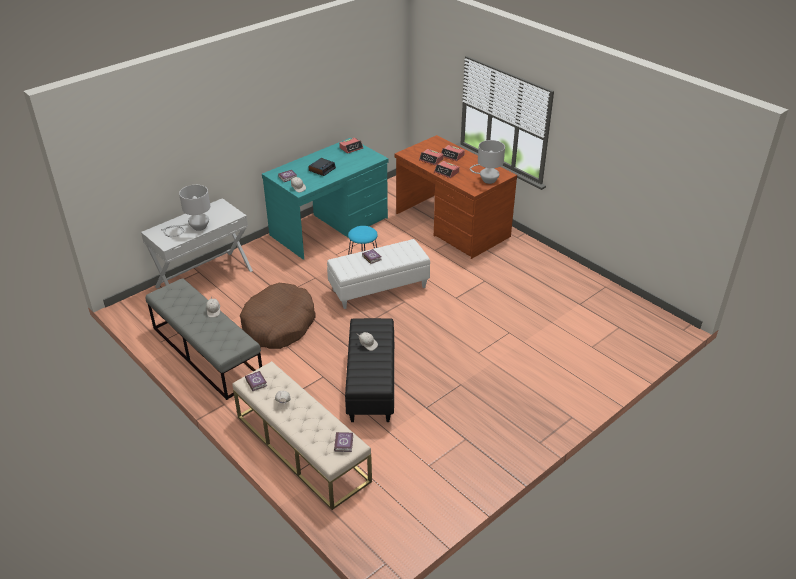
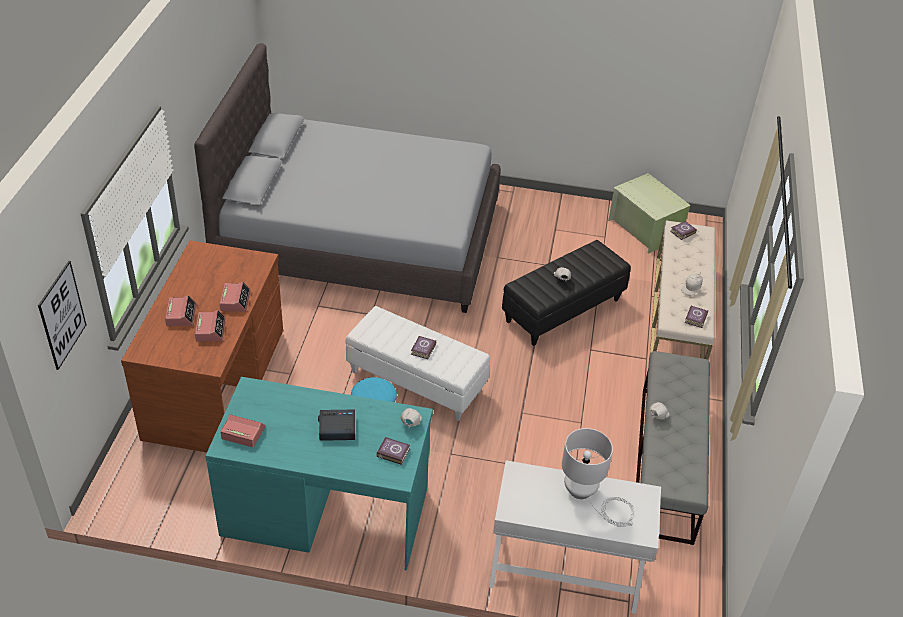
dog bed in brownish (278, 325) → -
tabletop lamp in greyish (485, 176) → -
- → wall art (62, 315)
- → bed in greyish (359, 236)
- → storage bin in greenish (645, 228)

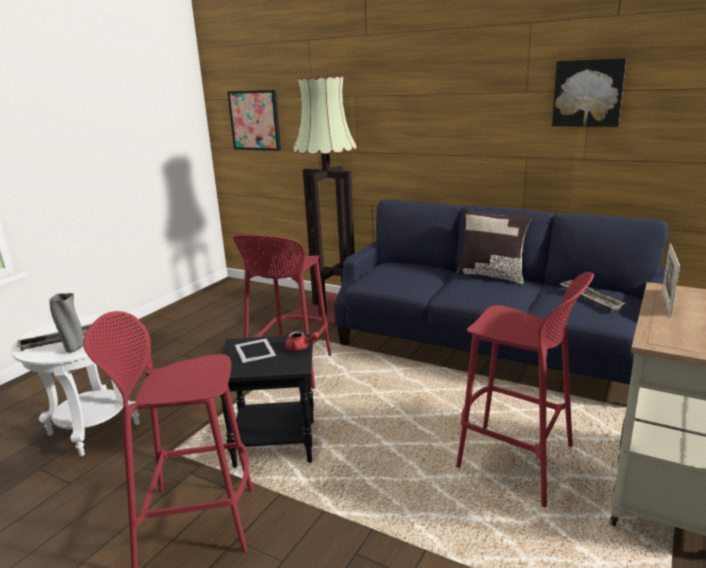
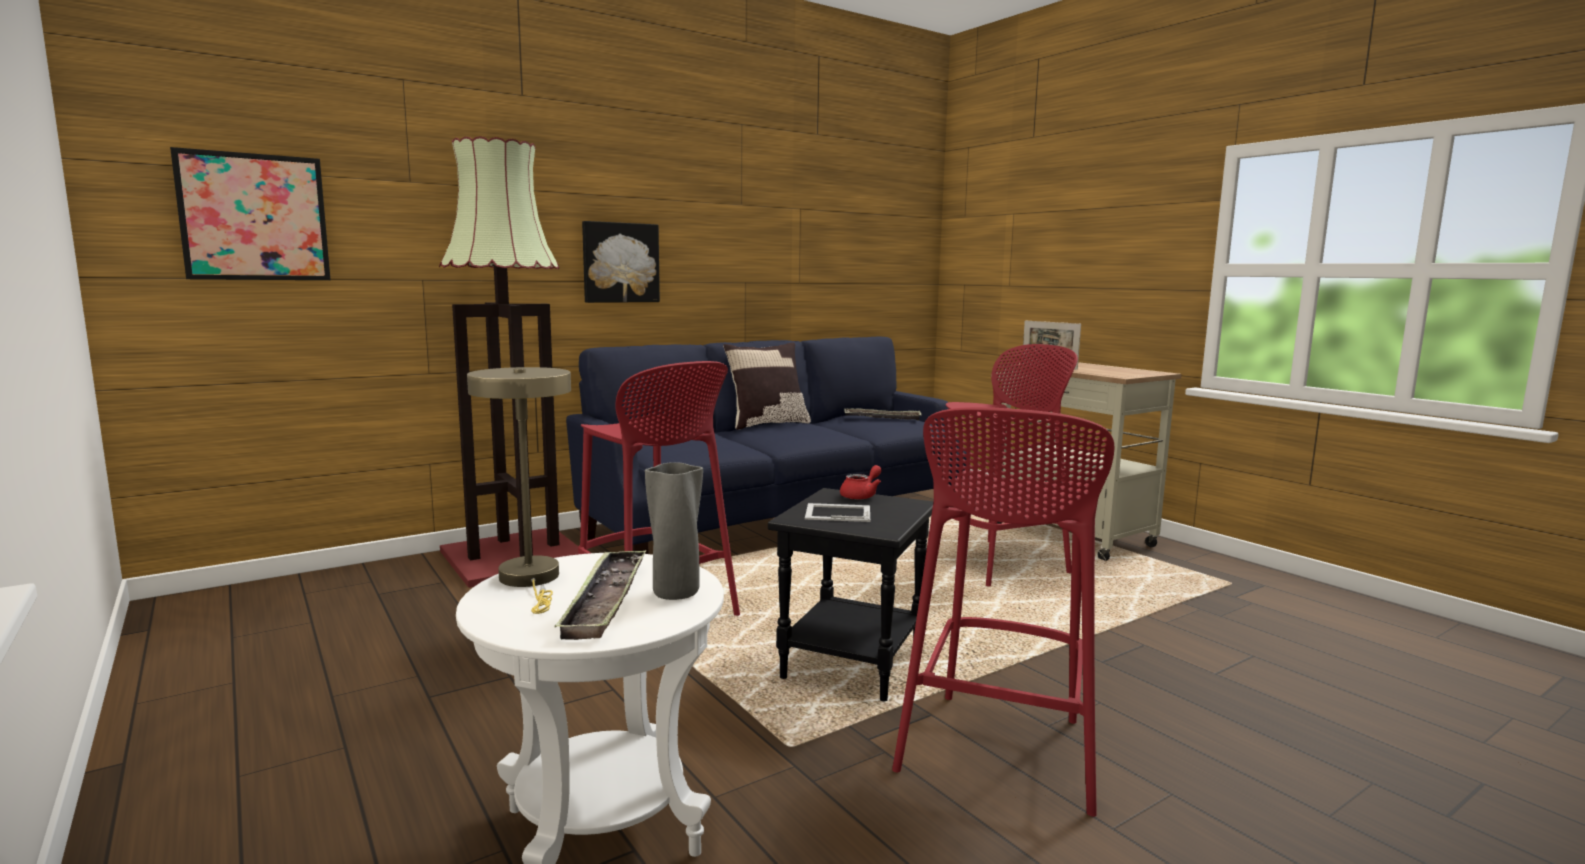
wall art (588, 93) → wall art (620, 262), moved
- → tabletop lamp in beige-coloured (532, 580)

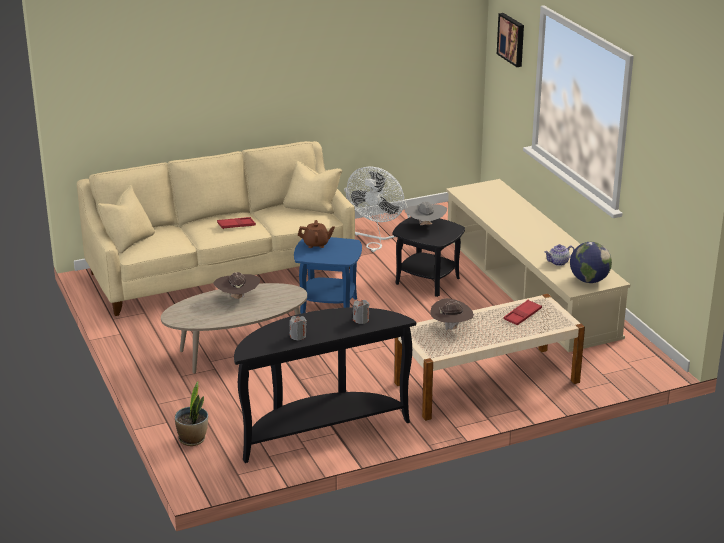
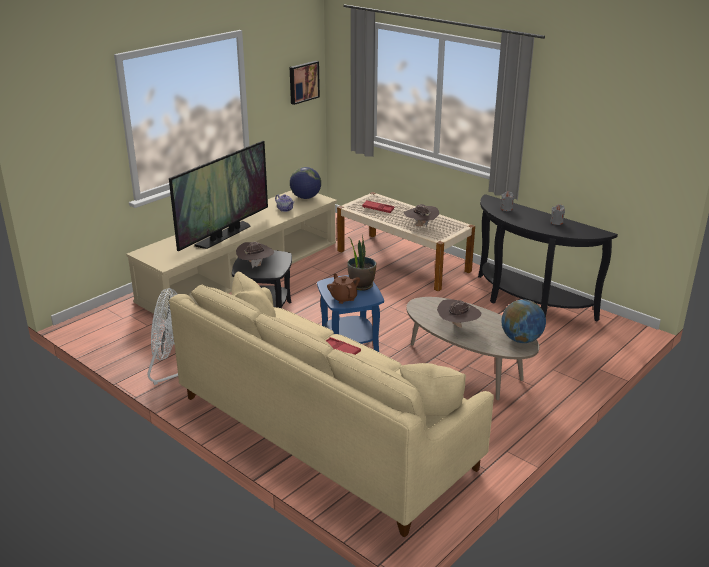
houseplant (193, 439) → houseplant (361, 285), moved
wearable hat in greyish (425, 226) → wearable hat in brownish (256, 265)
wall art (512, 39) → wall art (303, 82), moved
- → TV (224, 235)
- → globe (521, 339)

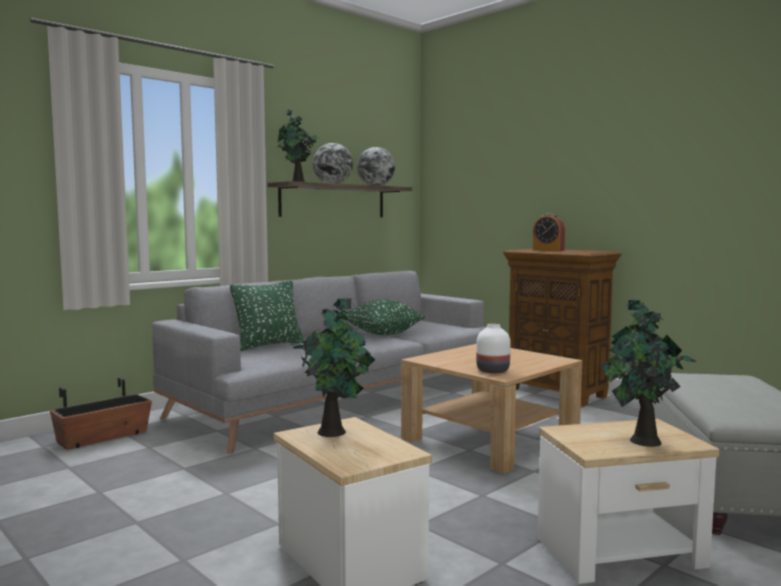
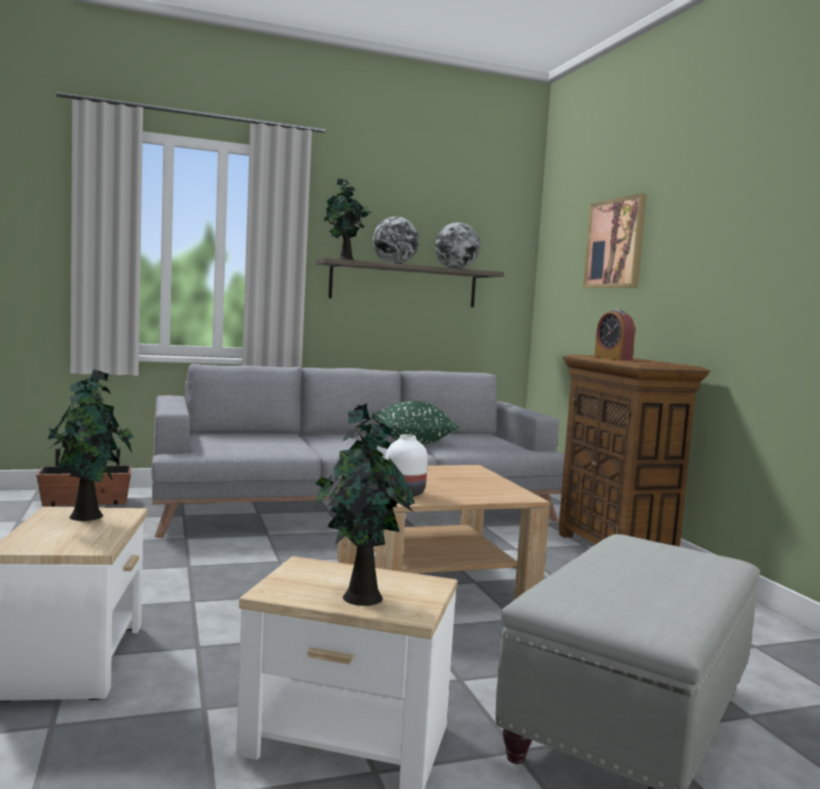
cushion in greenish (268, 345) → -
- → wall art (615, 243)

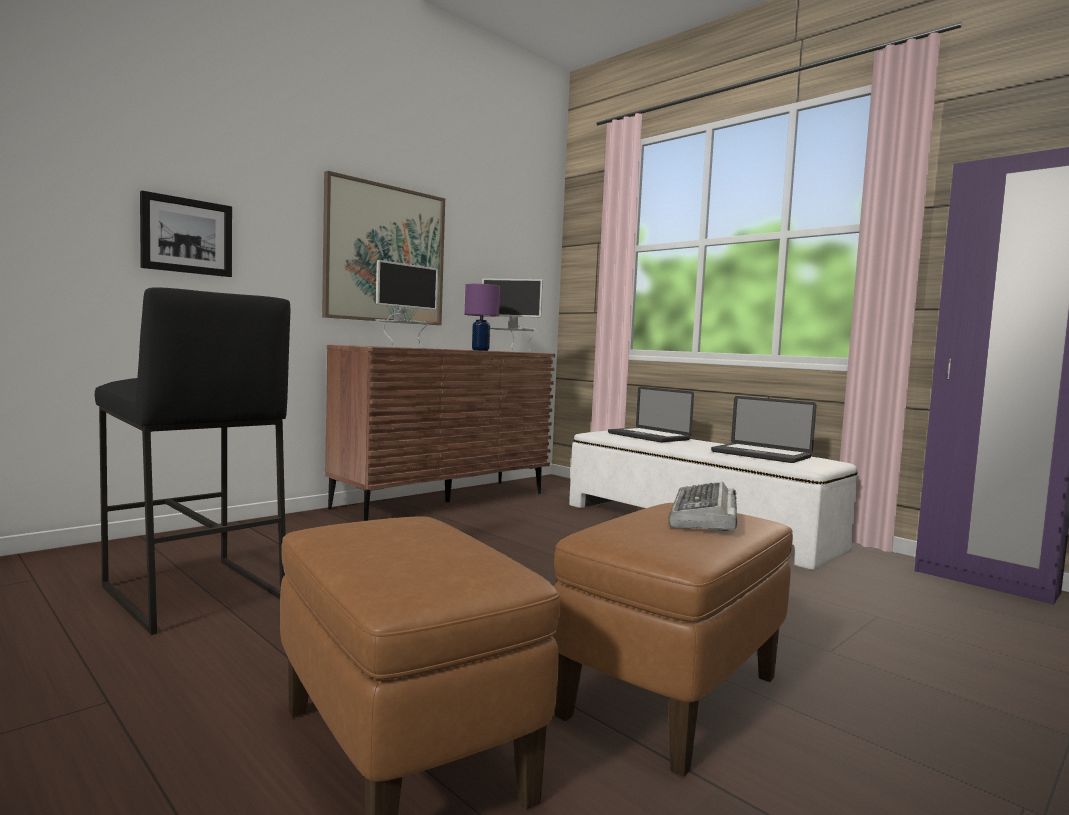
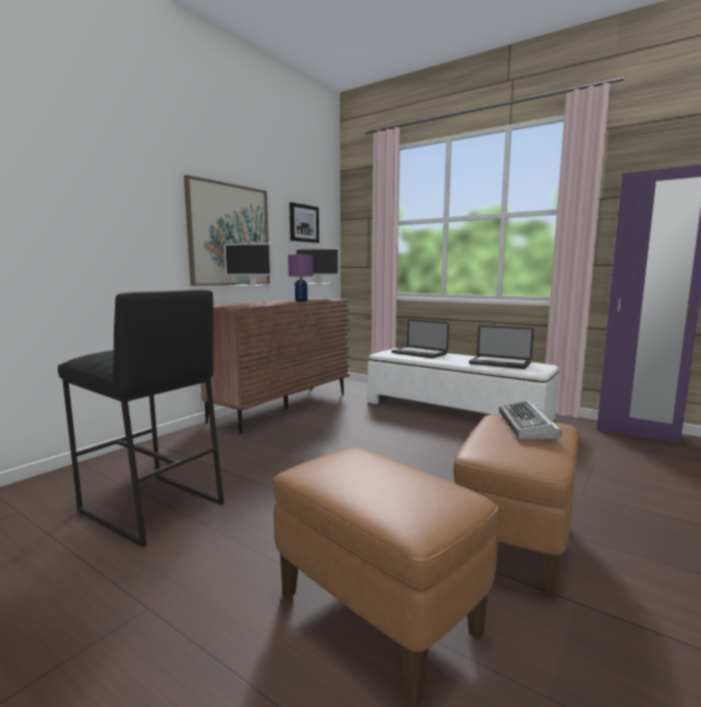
wall art (187, 236) → wall art (303, 223), moved
monitor (403, 347) → monitor (251, 304), 75 degrees clockwise

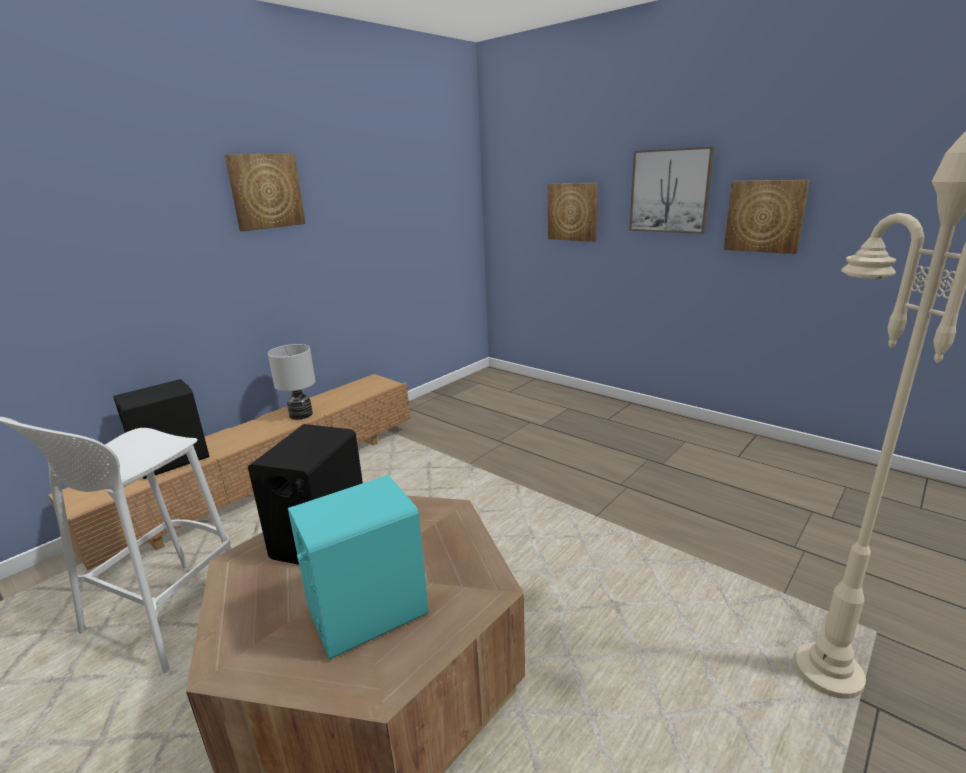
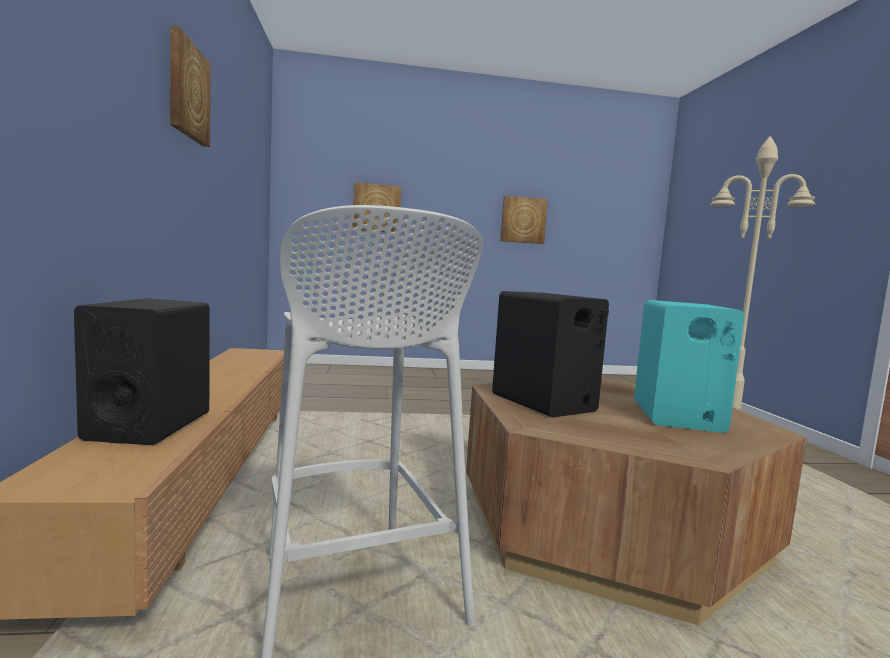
tabletop lamp in greyish (301, 415) → -
wall art (670, 191) → -

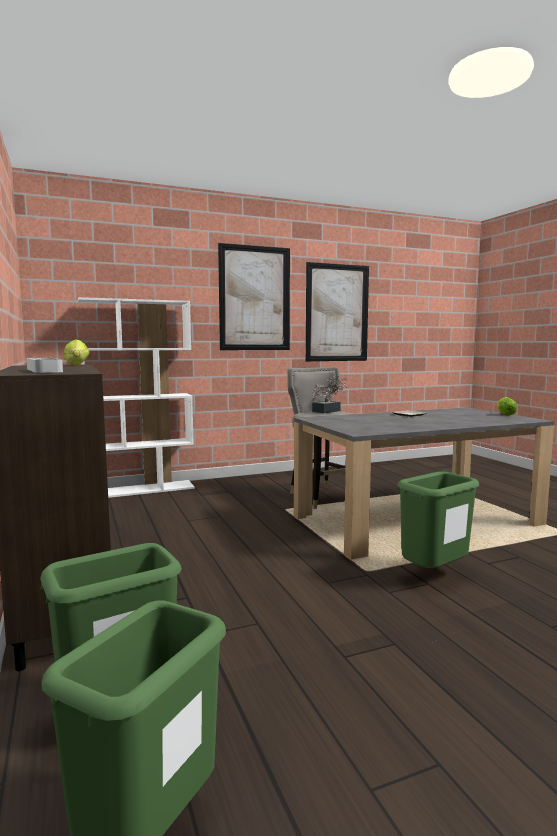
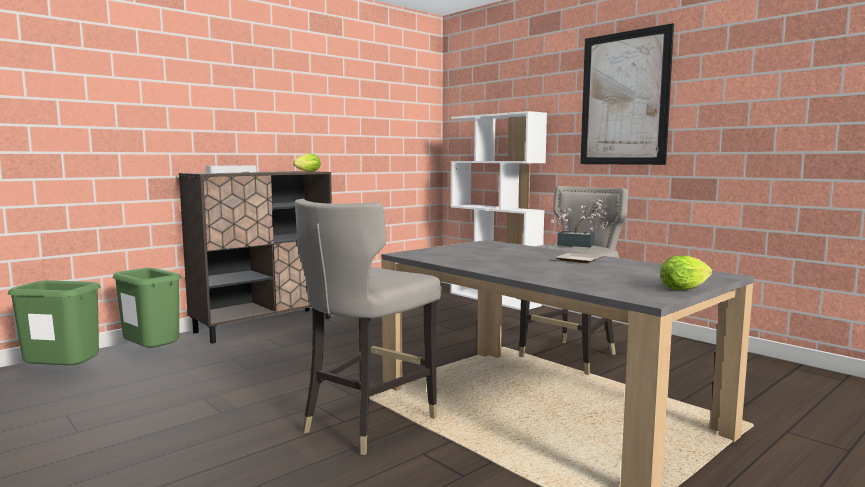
wall art (337, 313) → -
waste bin in greenish (434, 575) → stool in greyish (366, 423)

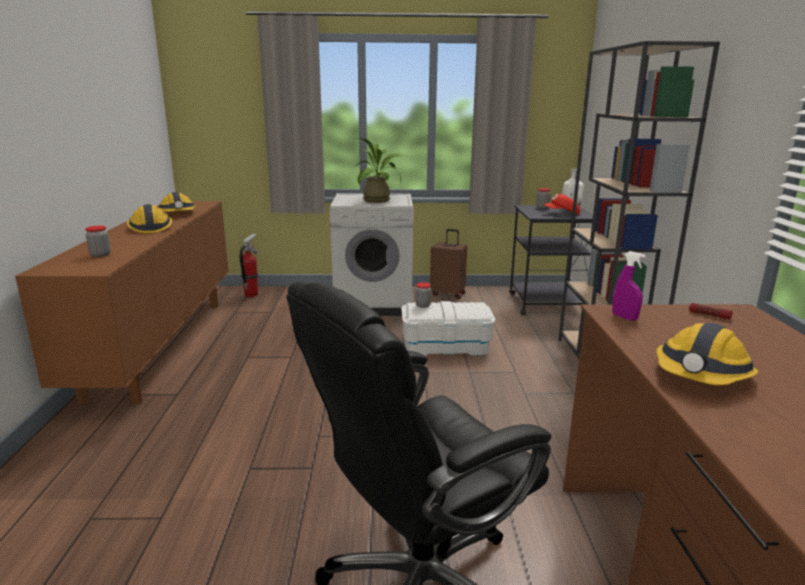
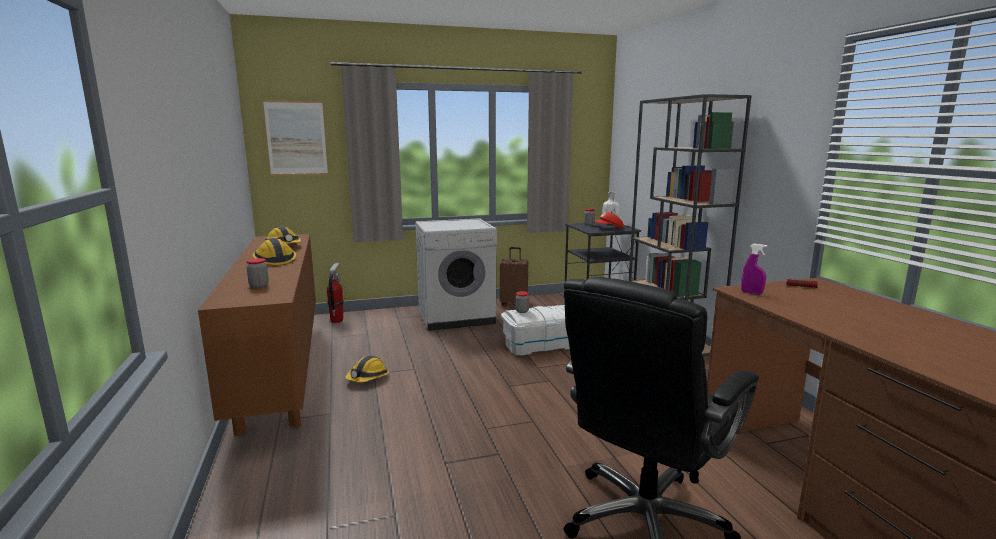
houseplant (380, 200) → -
hard hat (701, 375) → hard hat (368, 378), moved
- → wall art (296, 138)

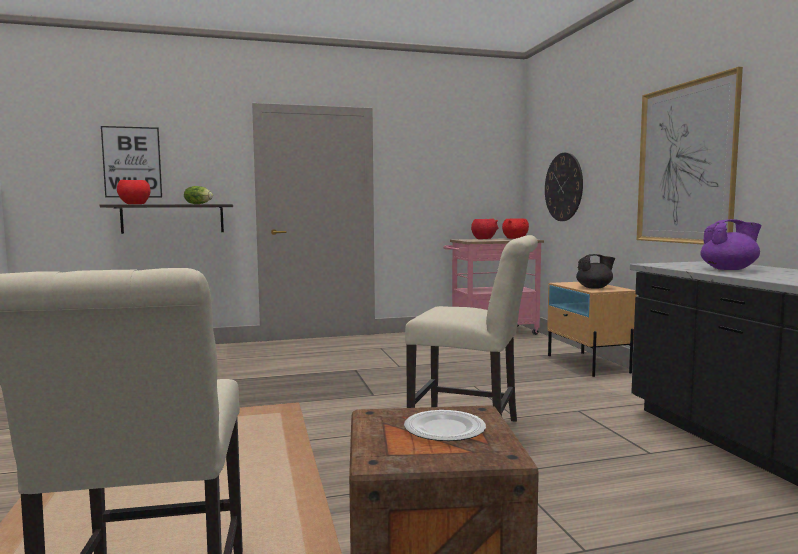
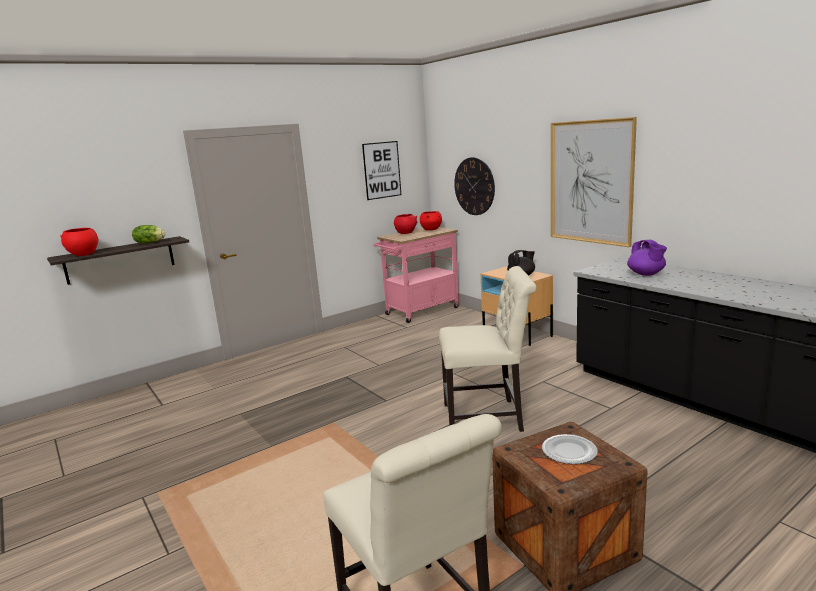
wall art (132, 162) → wall art (382, 170), moved
pot for tea in purple-coloured (729, 269) → pot for tea in purple-coloured (646, 274), 105 degrees clockwise

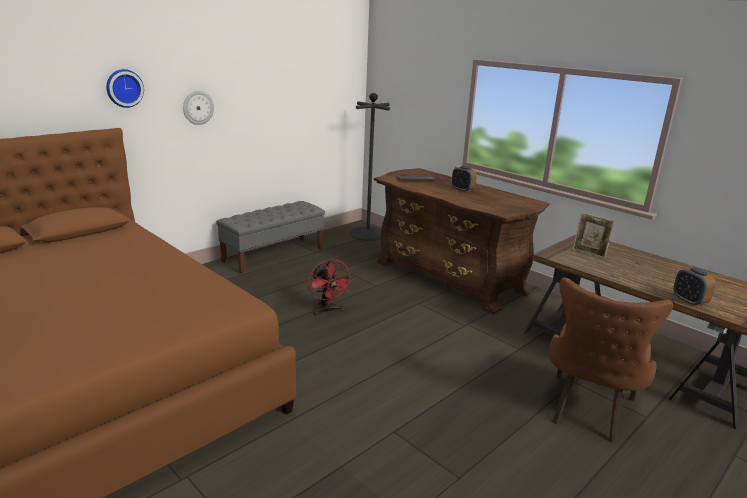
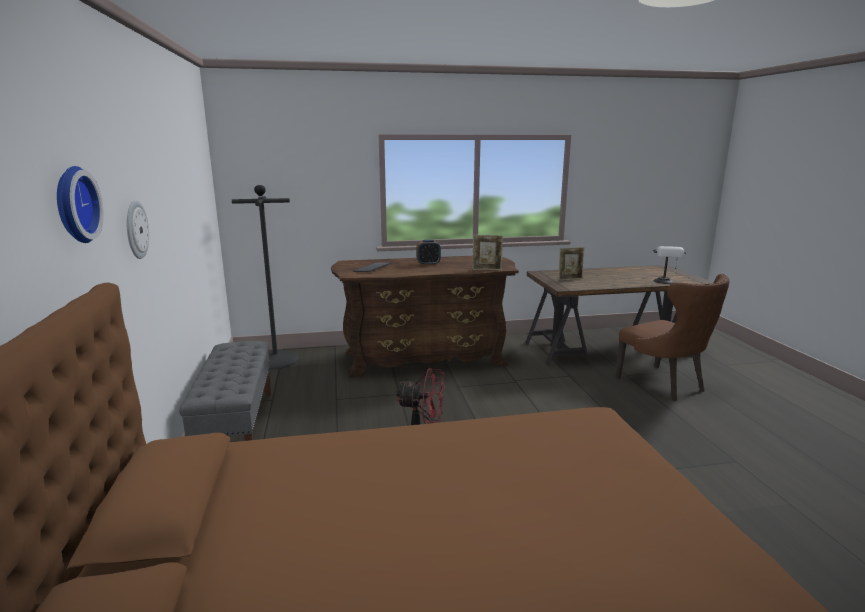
alarm clock (689, 301) → tabletop lamp (665, 282)
- → picture frame (487, 269)

